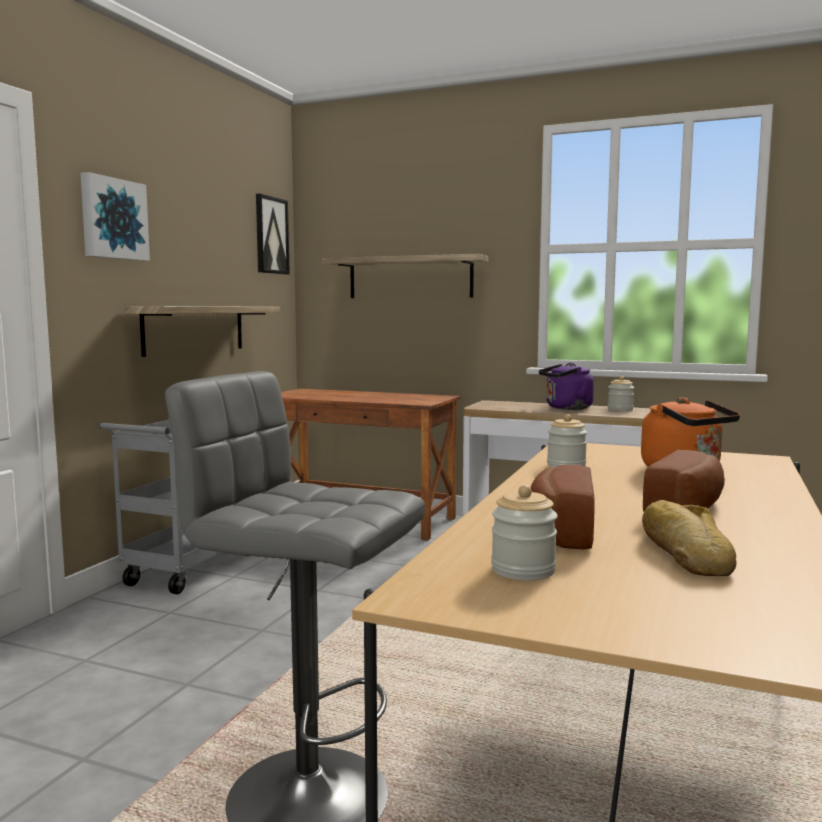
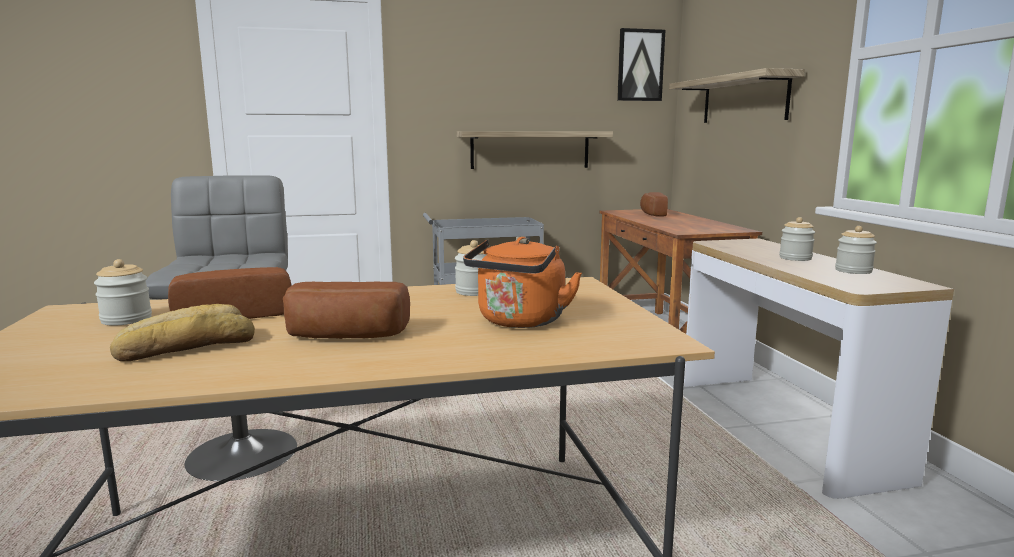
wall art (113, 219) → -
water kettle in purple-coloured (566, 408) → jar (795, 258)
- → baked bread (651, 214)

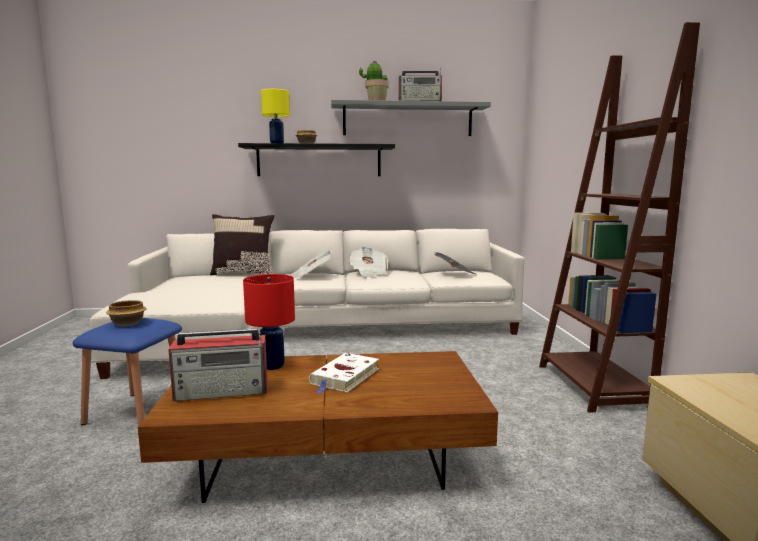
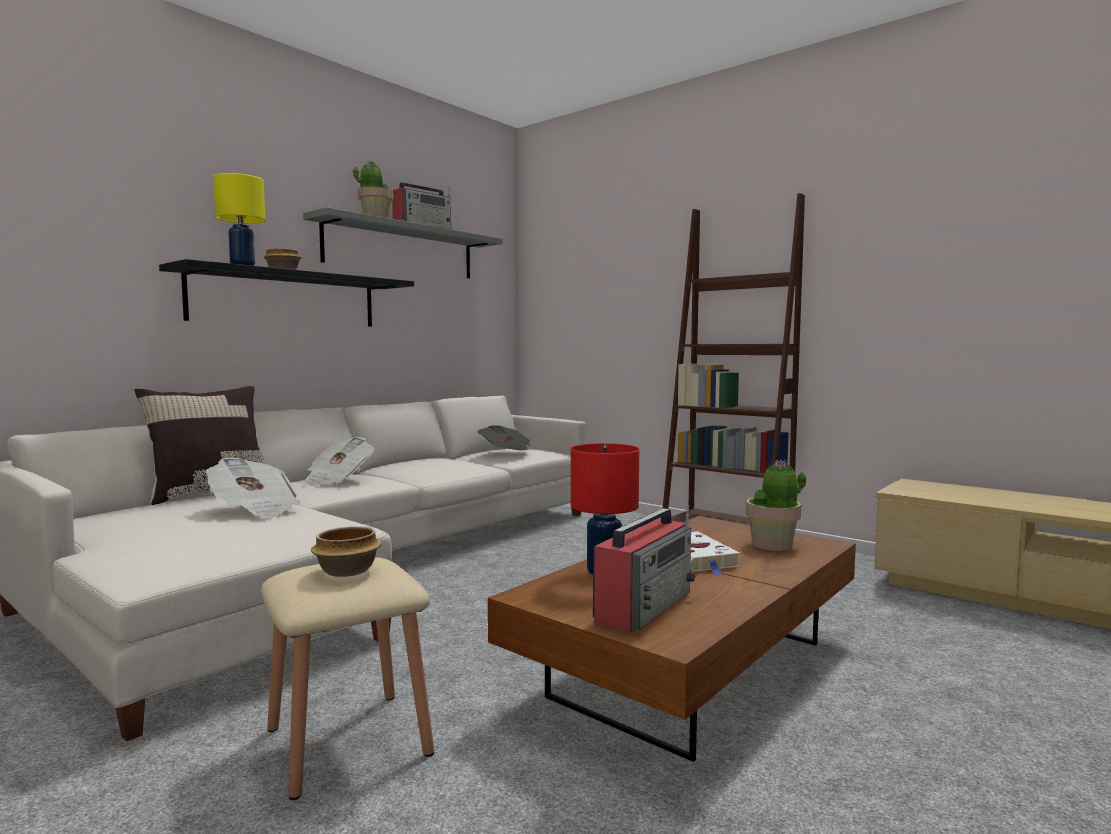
stool in blue (137, 412) → stool in beige-coloured (348, 741)
newspaper (368, 273) → newspaper (255, 510), moved
- → houseplant (773, 545)

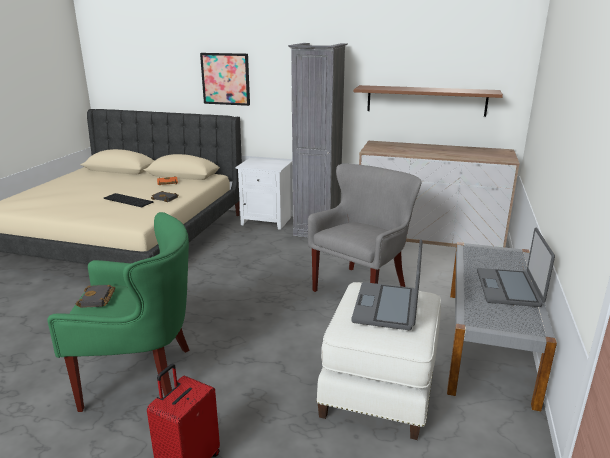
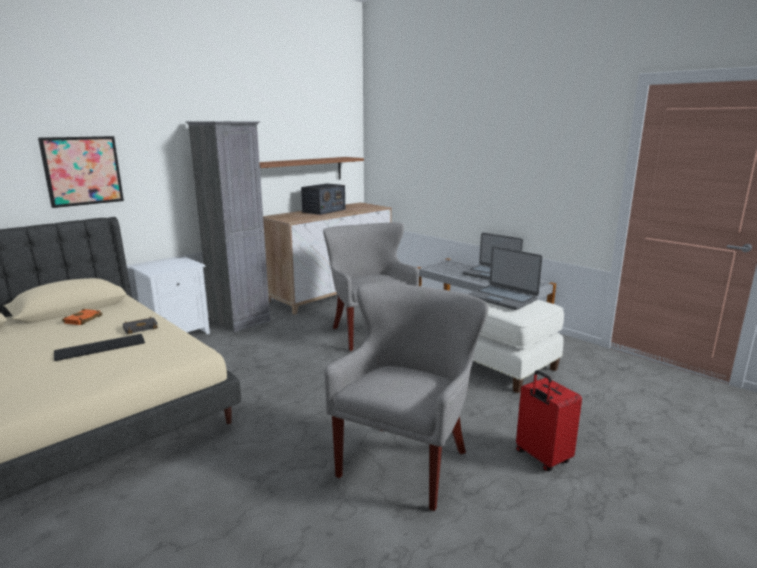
armchair in greenish (141, 378) → armchair in greyish (406, 463)
volume in blackish (97, 299) → -
- → radio (324, 211)

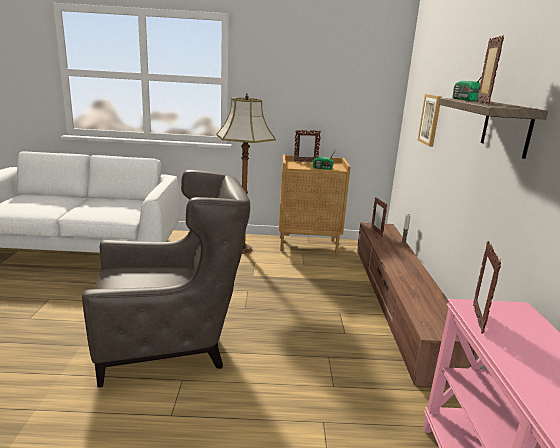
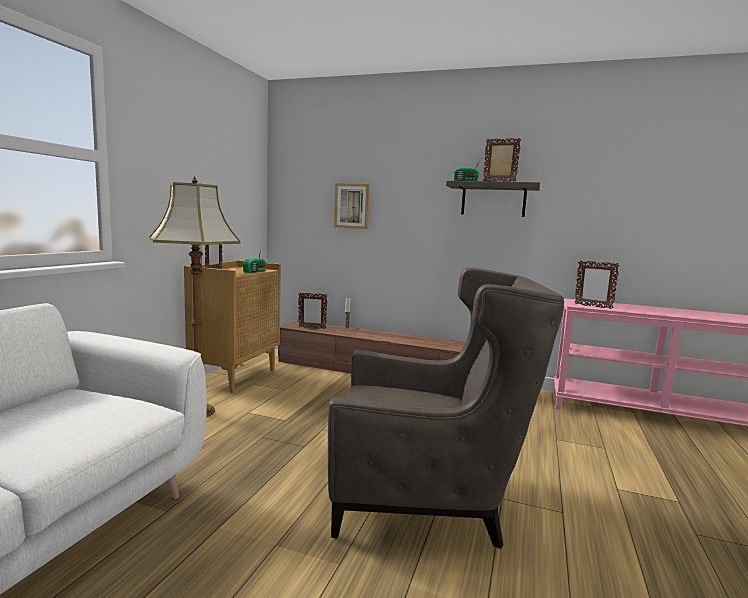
armchair in greyish (170, 344) → armchair in greyish (427, 498), 90 degrees clockwise

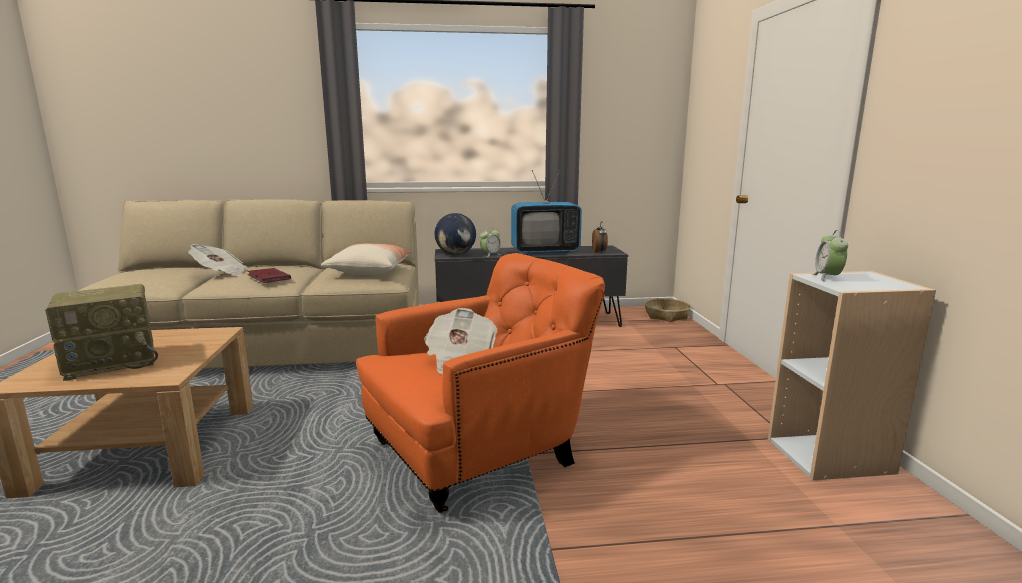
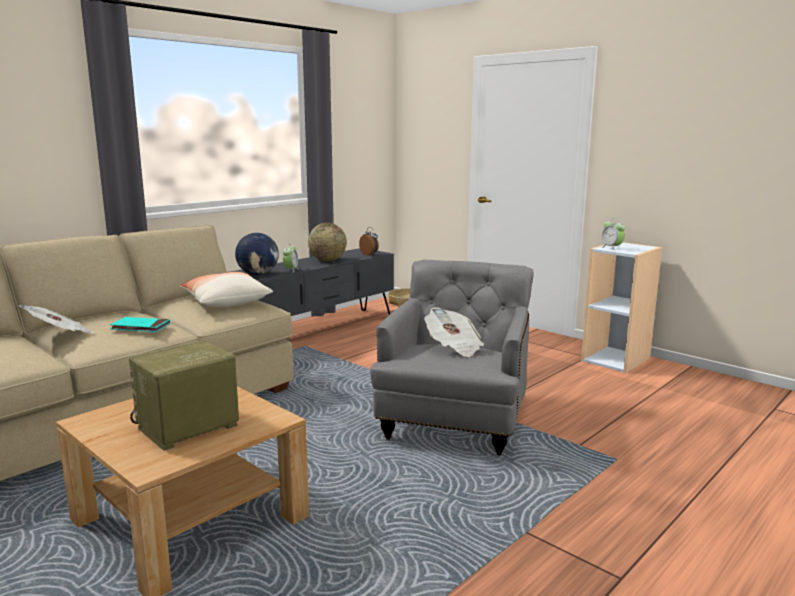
radio (113, 362) → radio (187, 428), 150 degrees counterclockwise
volume in reddish (269, 278) → volume in turquoise-coloured (140, 327)
armchair in orange-coloured (481, 451) → armchair in greyish (456, 419)
TV (545, 252) → globe (327, 260)

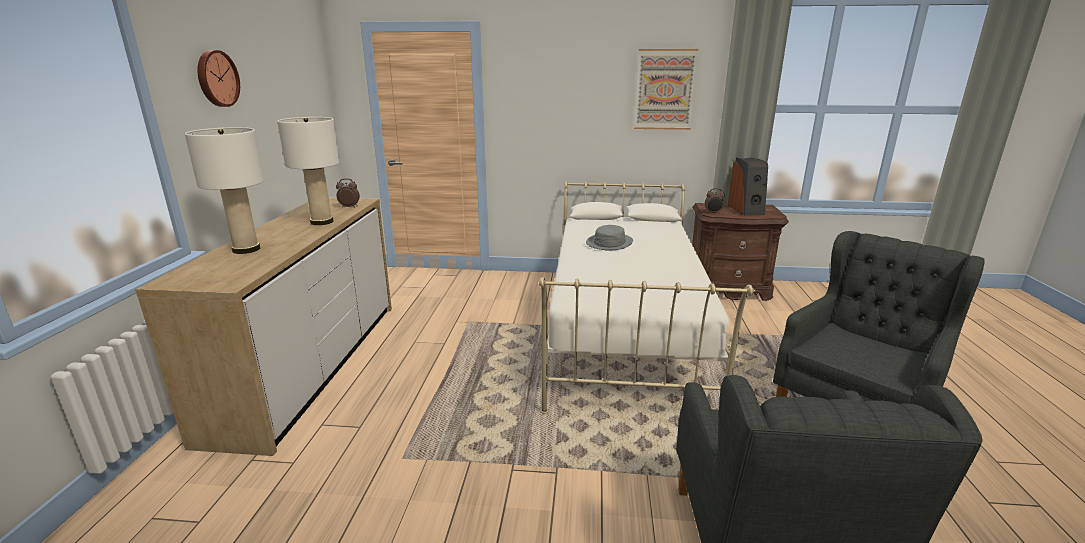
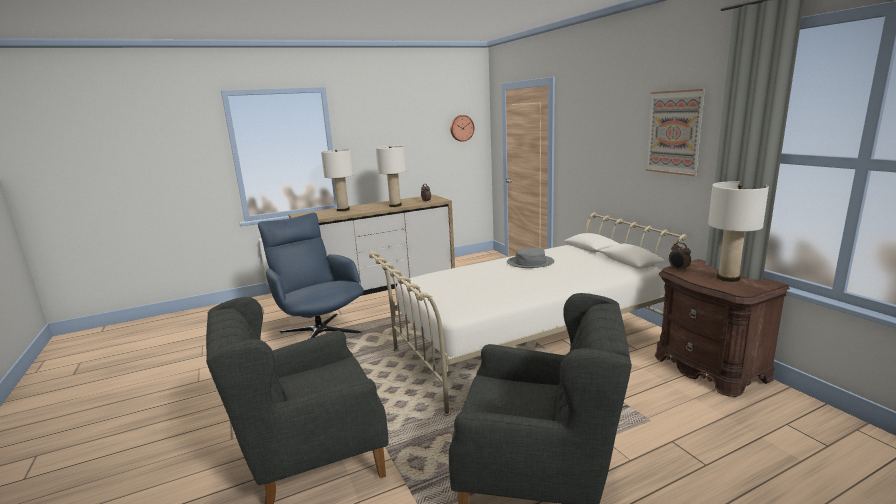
clock on the wall (216, 78) → clock on the wall (461, 128), moved
audio speaker (746, 210) → tabletop lamp in whitish (728, 278)
- → armchair in blue (319, 332)

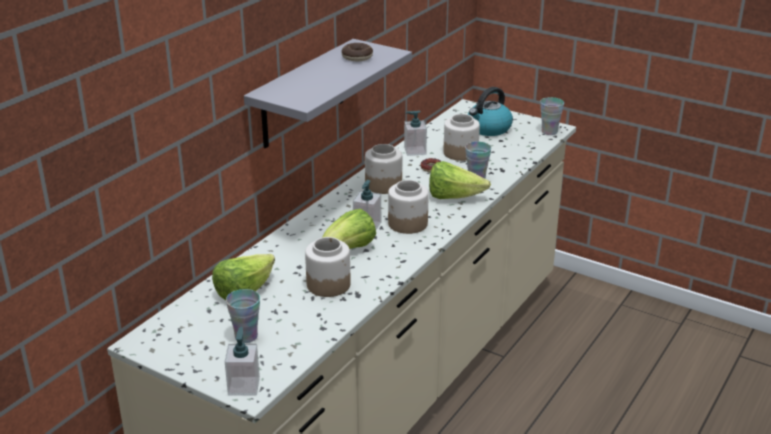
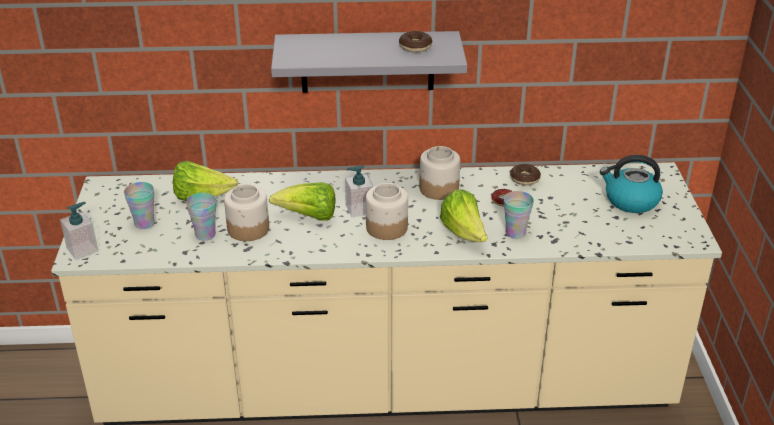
liquid soap bottle (414, 151) → donut (524, 179)
jar (460, 153) → -
small cup (549, 132) → small cup (205, 234), moved

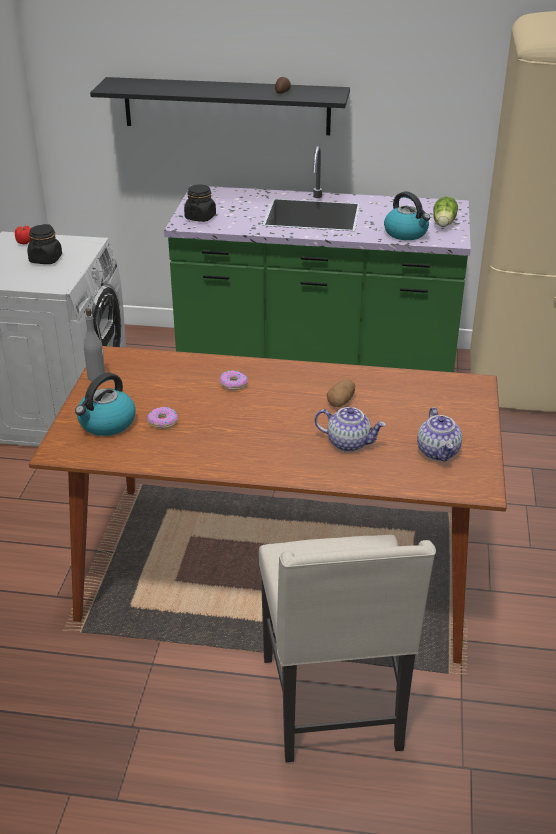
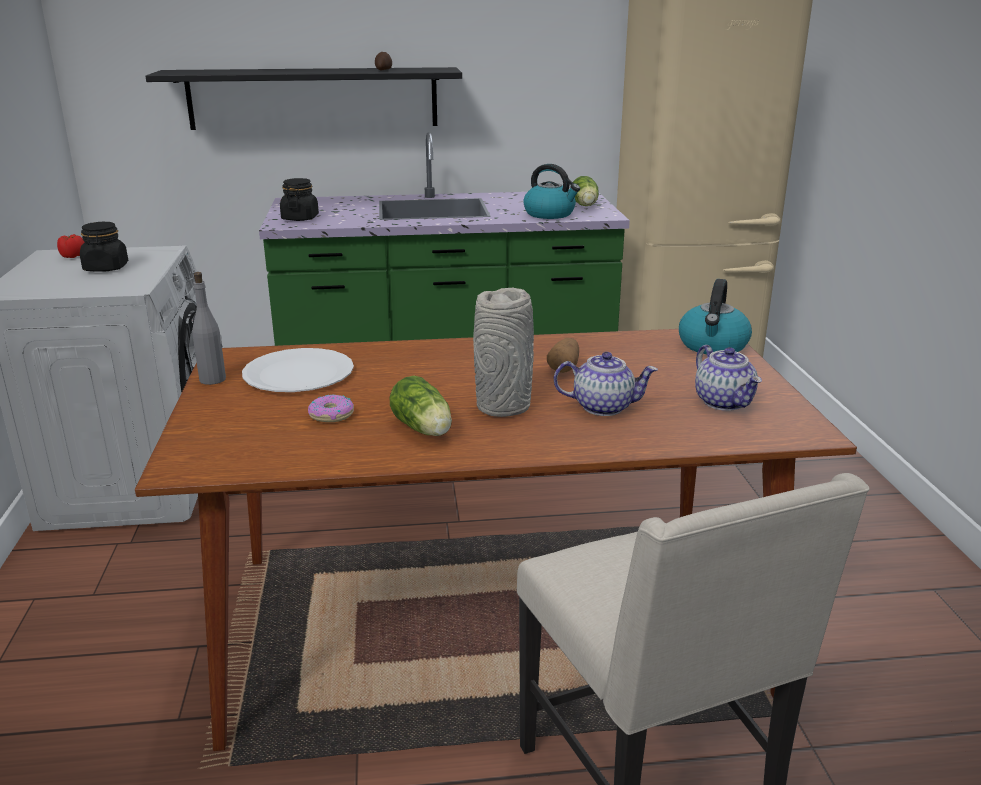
water kettle (106, 423) → water kettle (713, 346), moved
donut (233, 384) → -
- → dinner plate in whitish (299, 374)
- → lettuce head (424, 430)
- → flower vase in greyish (503, 406)

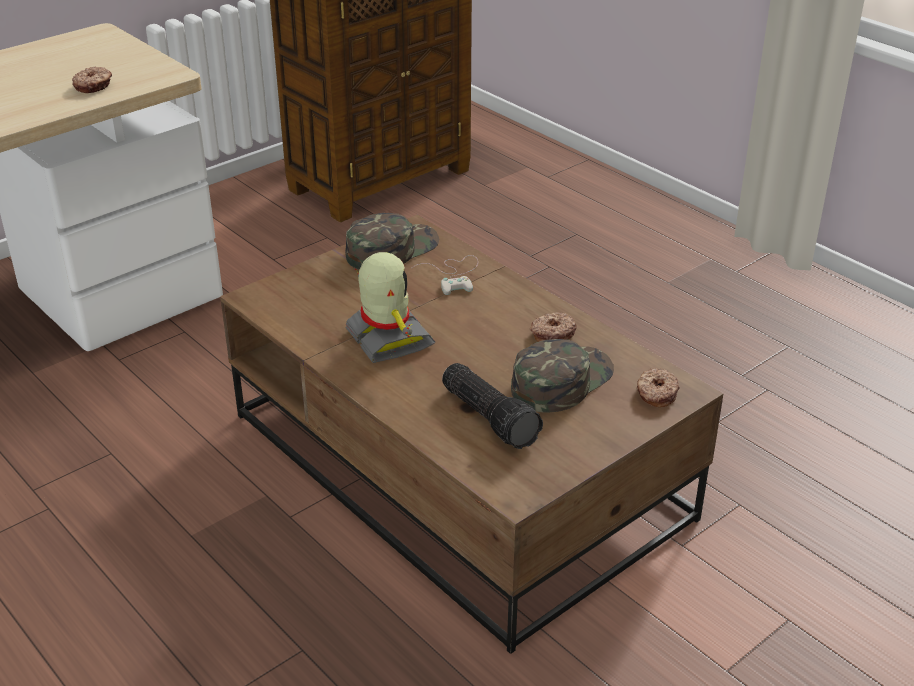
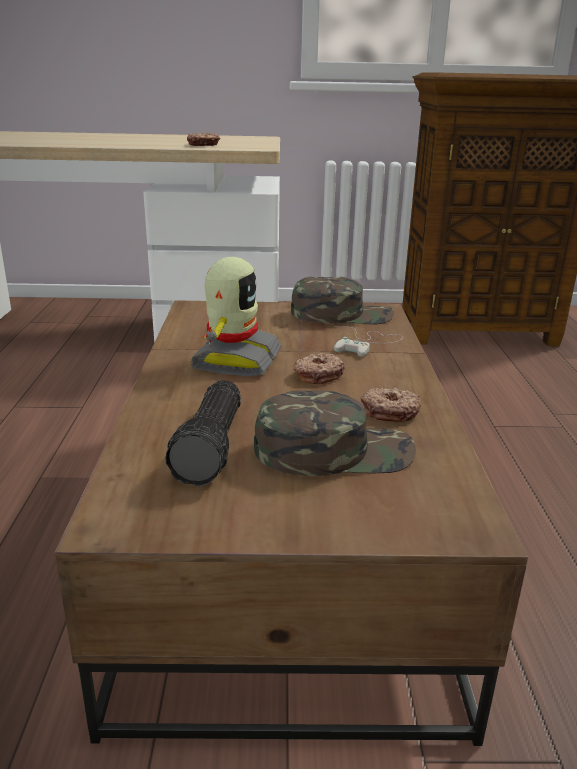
donut (656, 394) → donut (318, 375), moved

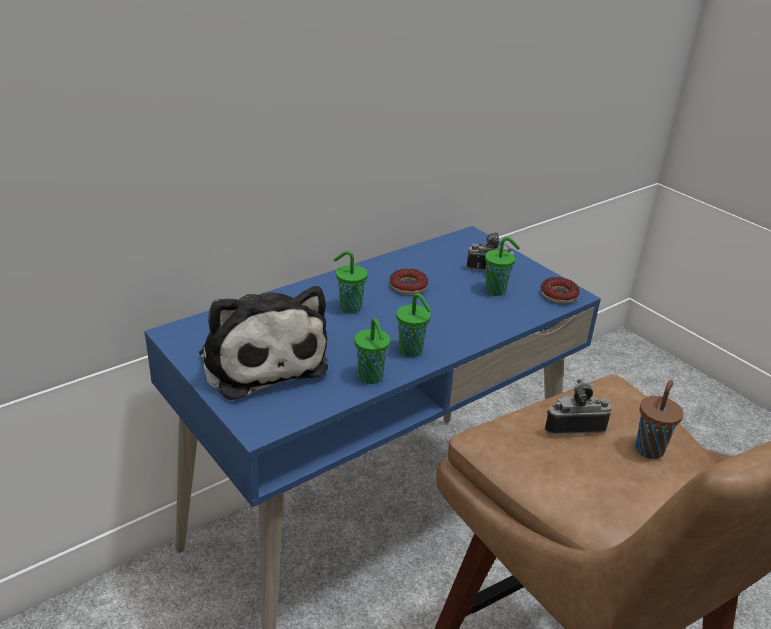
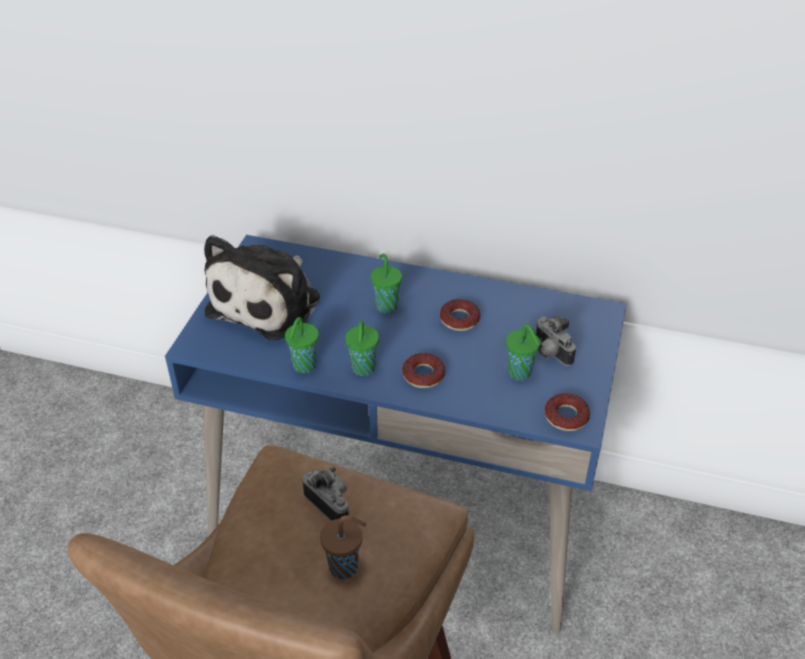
- → donut (423, 375)

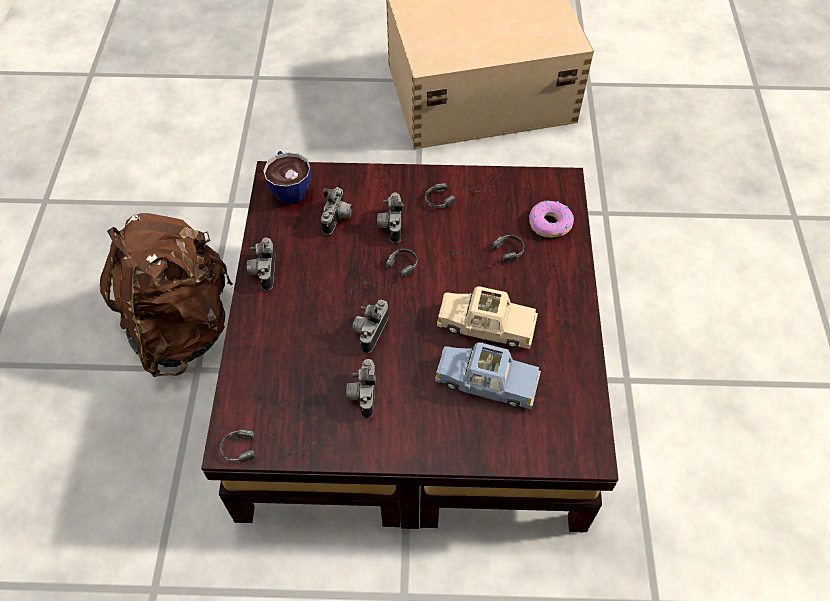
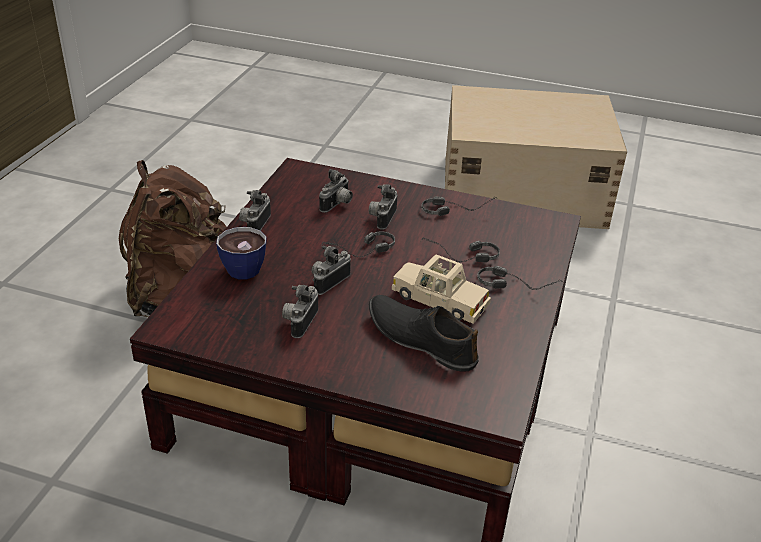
headphones (269, 445) → headphones (518, 285), moved
small cup (289, 187) → small cup (244, 266), moved
model car in blue (486, 381) → shoe in blackish (421, 339)
donut (550, 224) → -

